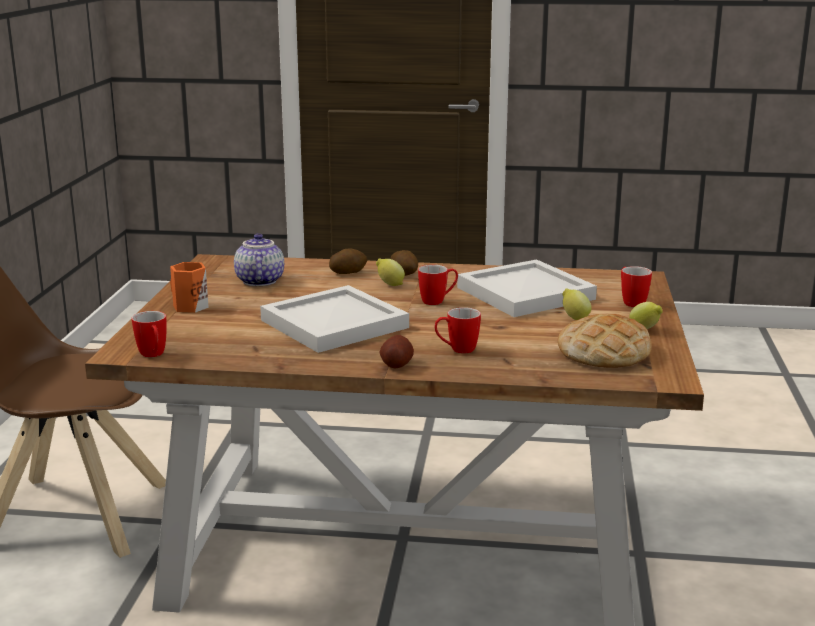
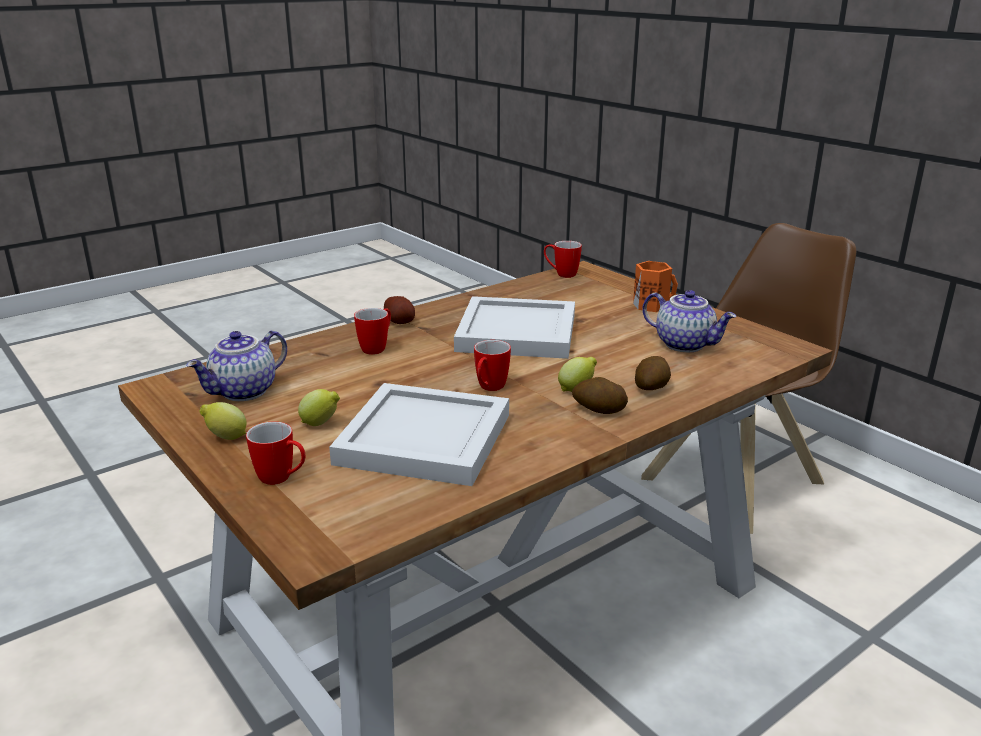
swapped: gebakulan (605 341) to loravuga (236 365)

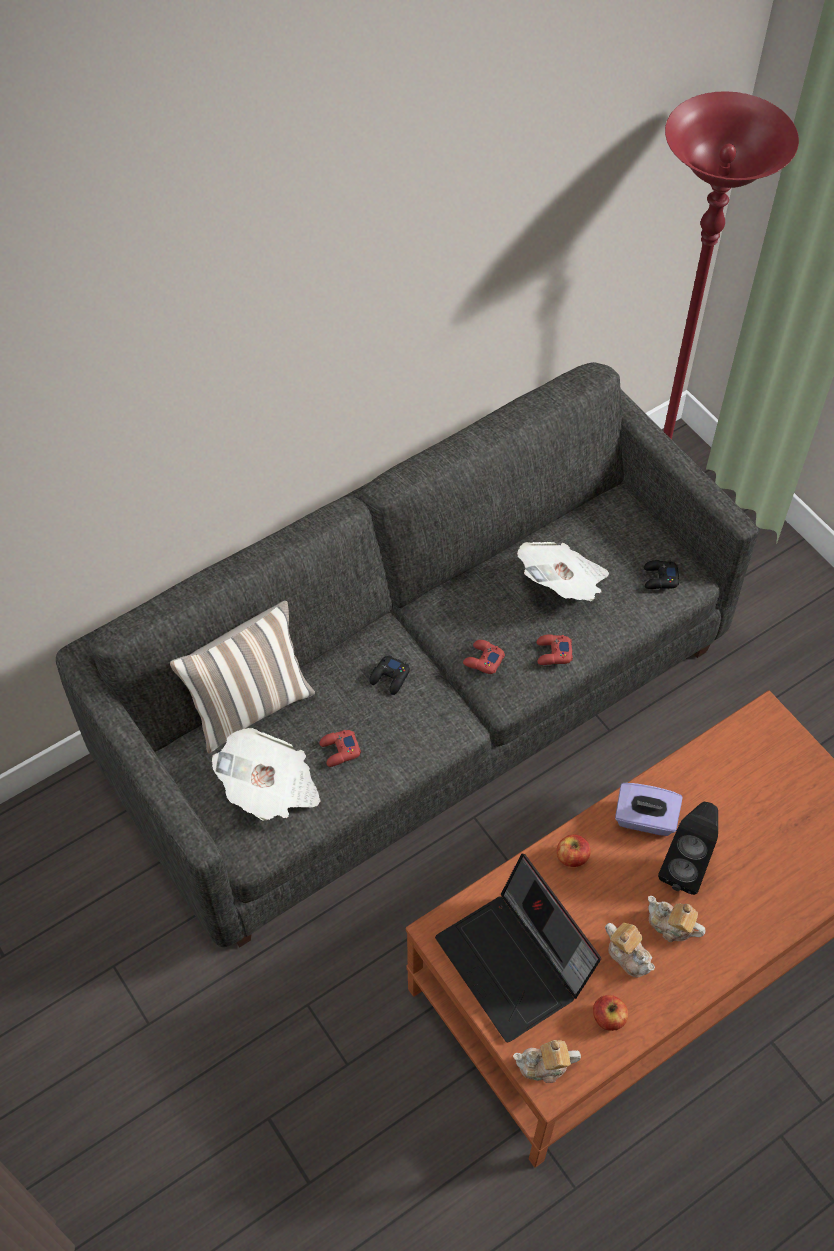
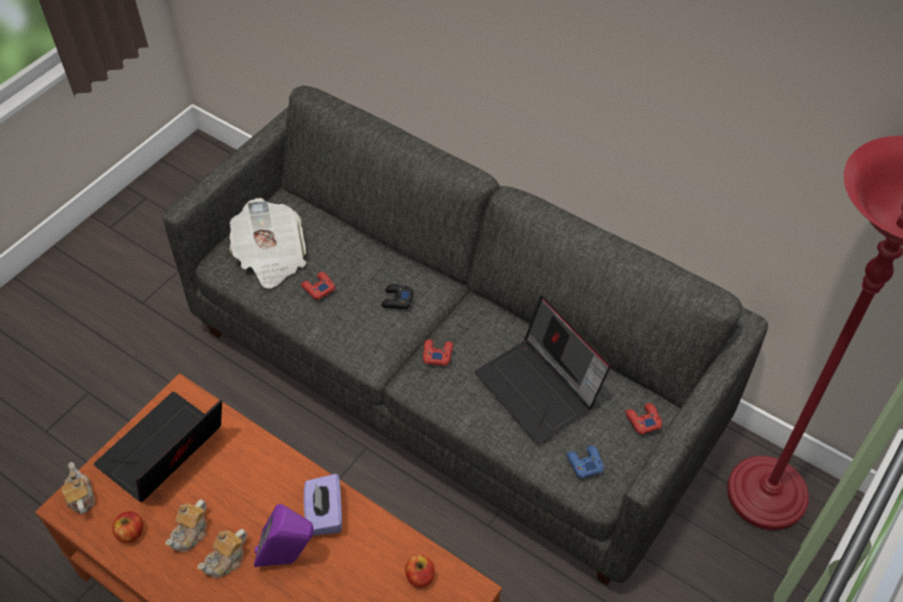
gone: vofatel (242 677)
shifted: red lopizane (555 649) to (643 419); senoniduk (574 850) to (420 571)
swapped: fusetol (563 571) to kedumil (542 370)
repainted: black lopizane (661 574) to blue lopizane (585 462); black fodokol (688 848) to purple fodokol (284 535)
rotated: loravuga (676 919) = (222 554) 150 degrees counterclockwise

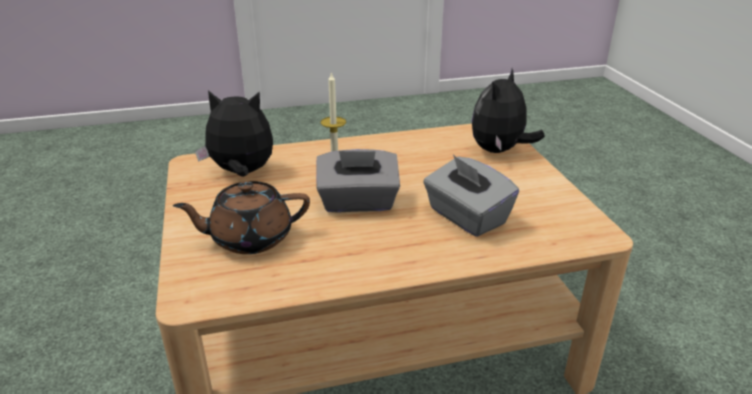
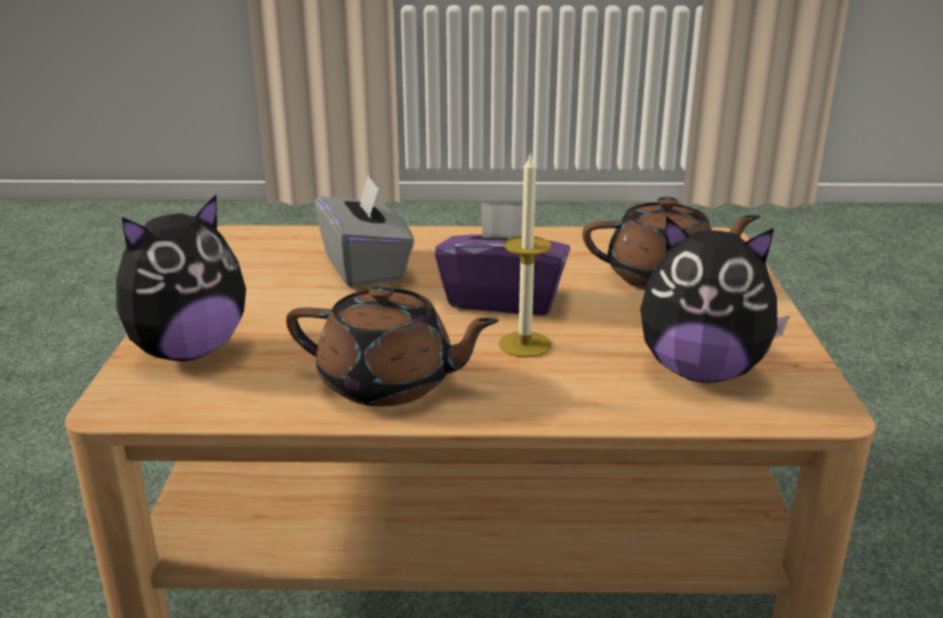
new: brown loravuga (392 345)
repainted: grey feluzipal (358 181) to purple feluzipal (502 259)

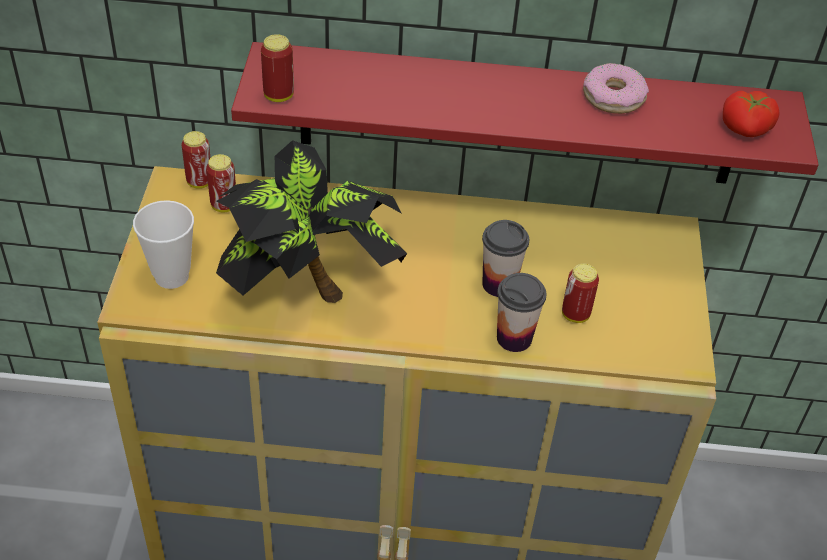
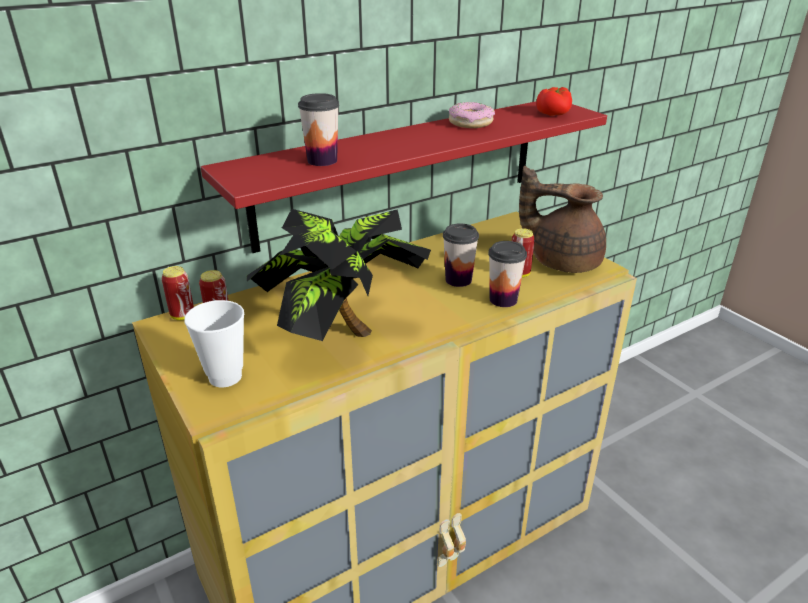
gone: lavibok (277 68)
new: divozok (318 129); brown loravuga (562 219)

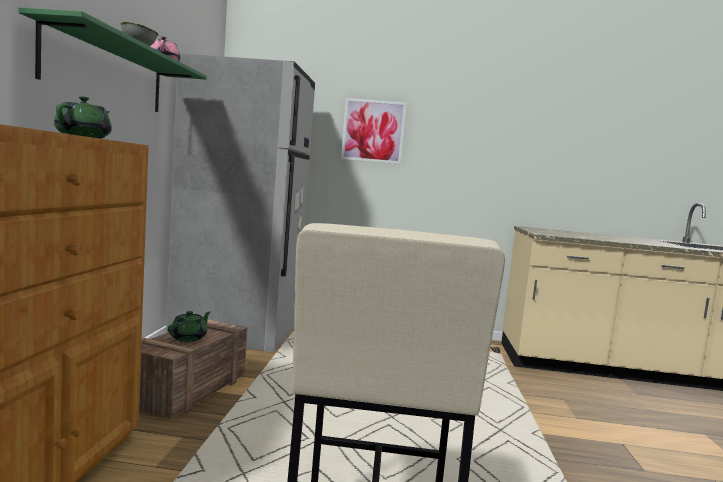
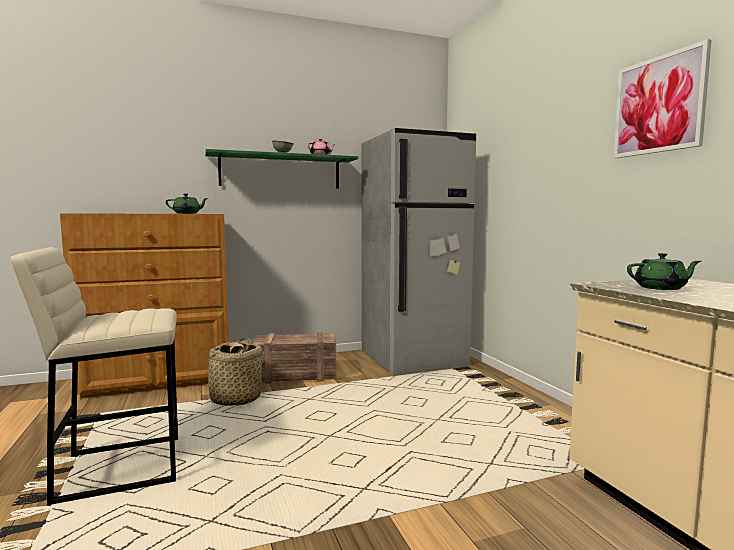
new: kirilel (230 372)
shifted: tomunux (374 131) to (662 98); green loravuga (189 326) to (664 271)

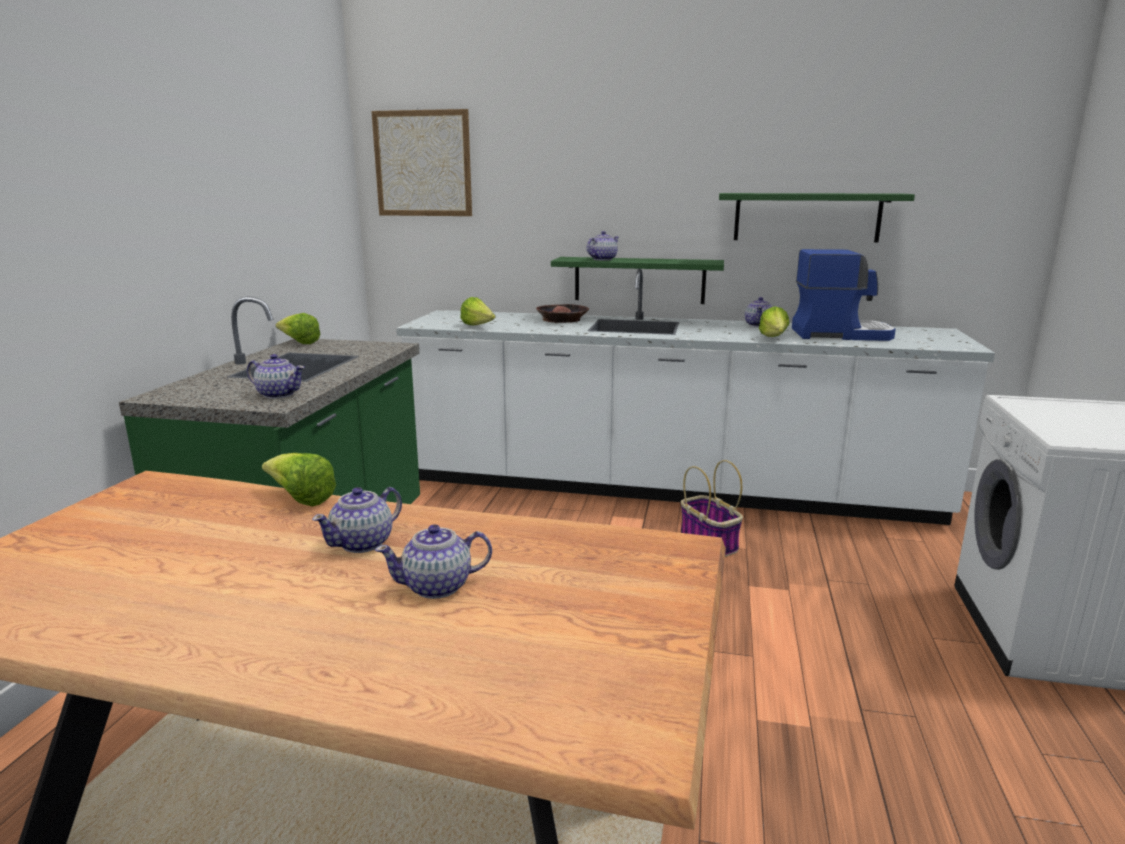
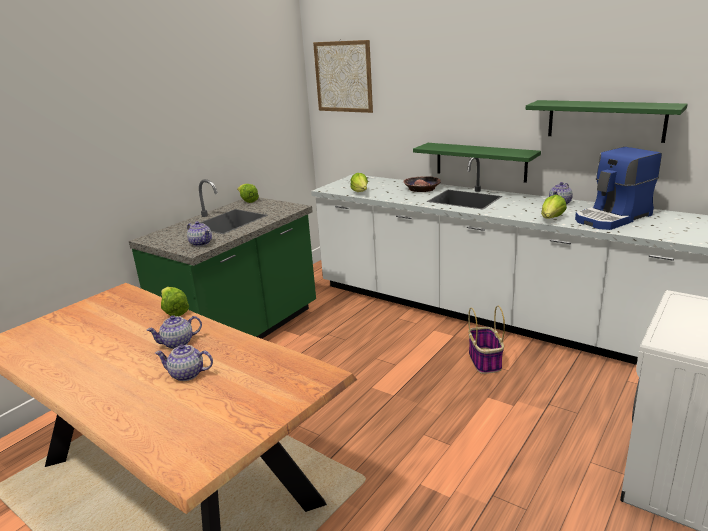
gone: loravuga (603 246)
rotated: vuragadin (844 295) = (618 188) 120 degrees clockwise

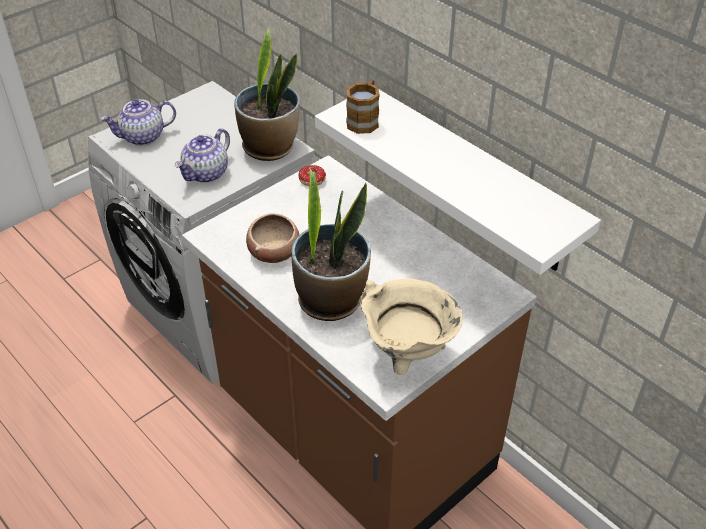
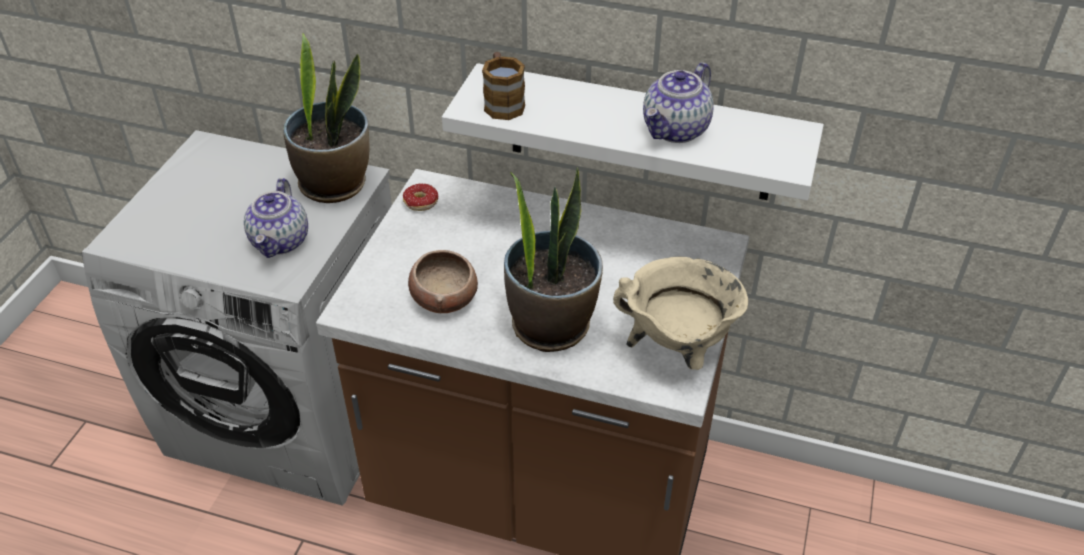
shifted: loravuga (138 122) to (678 102)

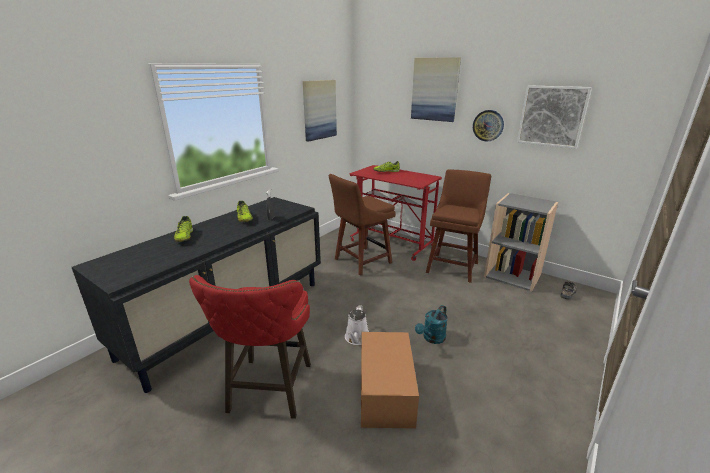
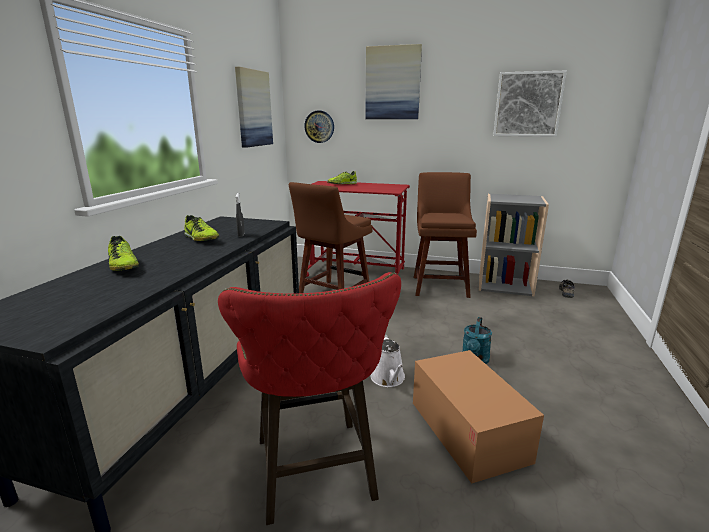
shifted: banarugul (488 126) to (319 126)

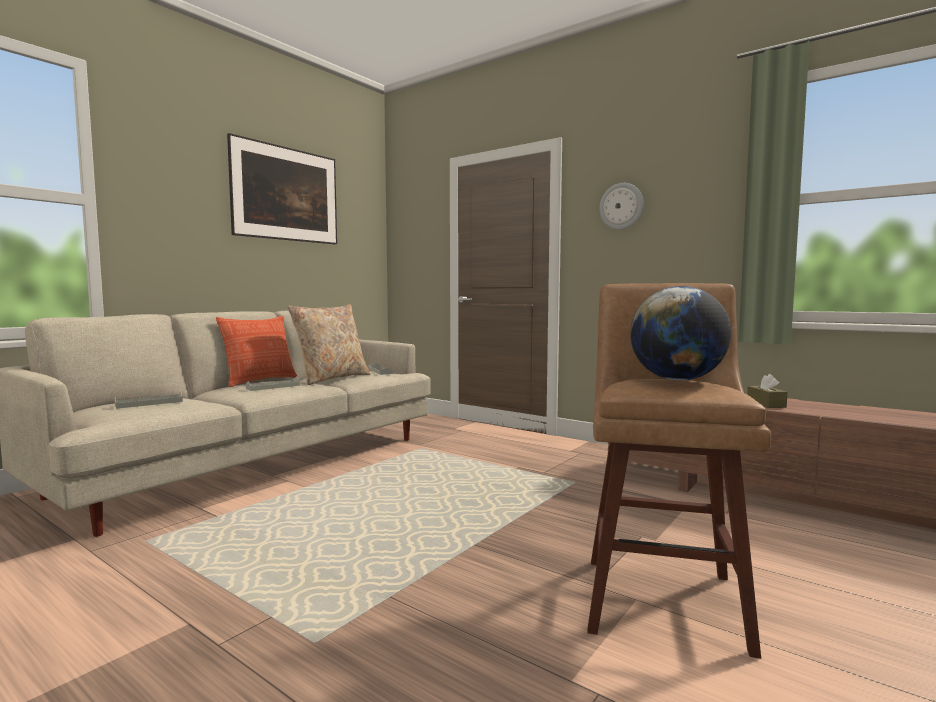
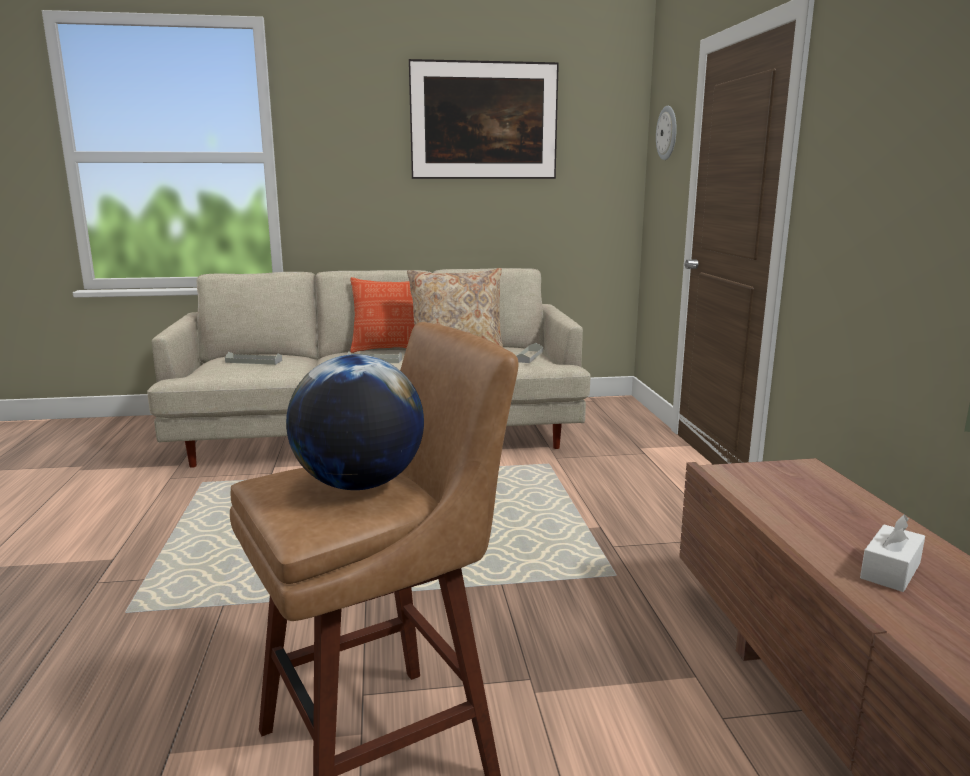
shifted: banarugul (621 206) to (666 133)
repainted: brown feluzipal (767 391) to white feluzipal (892 553)

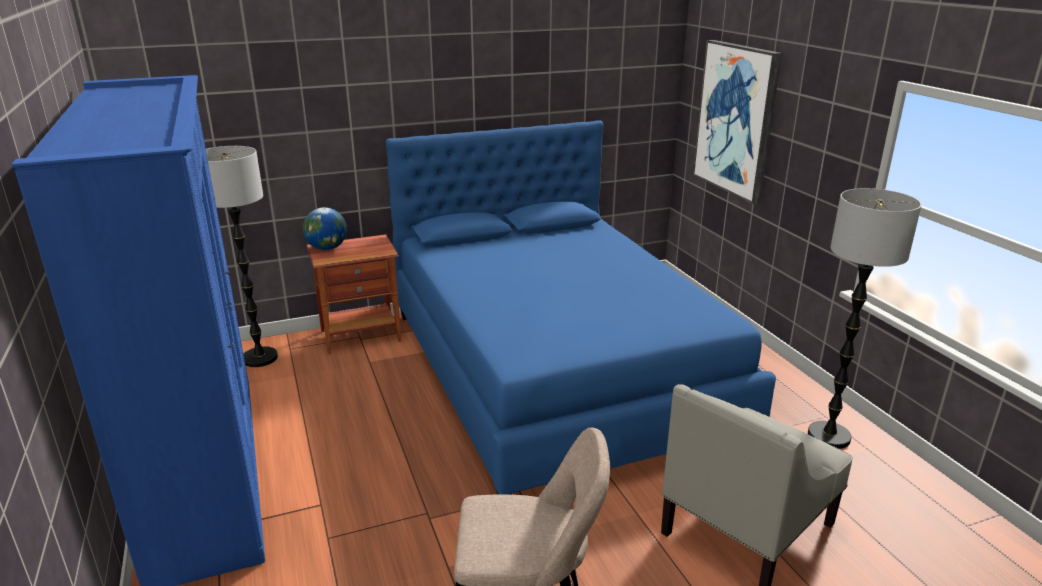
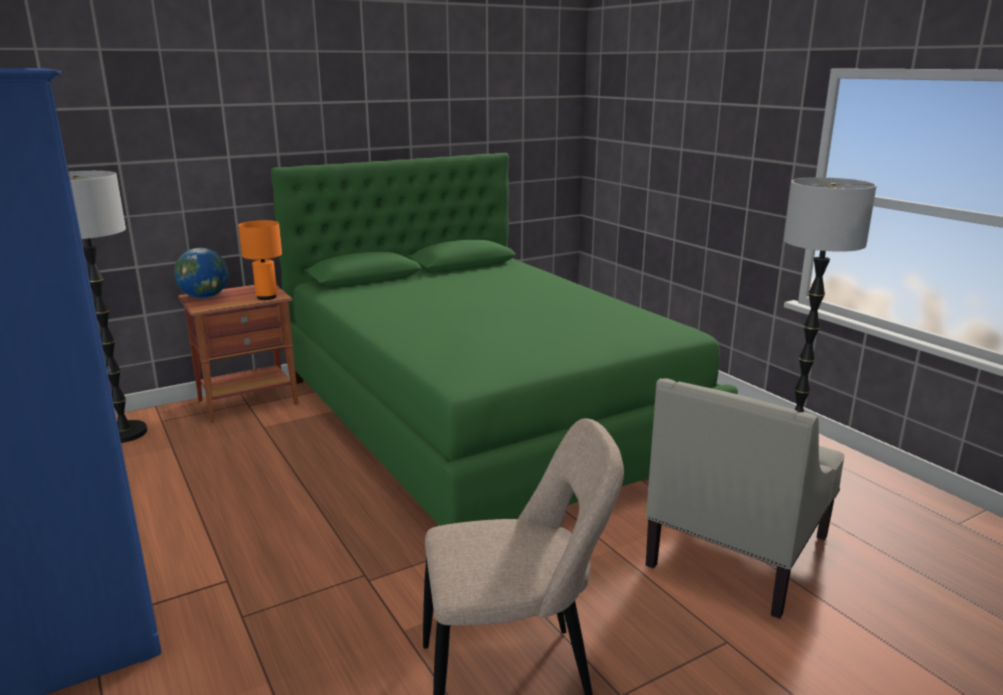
gone: tomunux (737 122)
new: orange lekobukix (260 260)
repainted: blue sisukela (581 307) to green sisukela (504 339)

